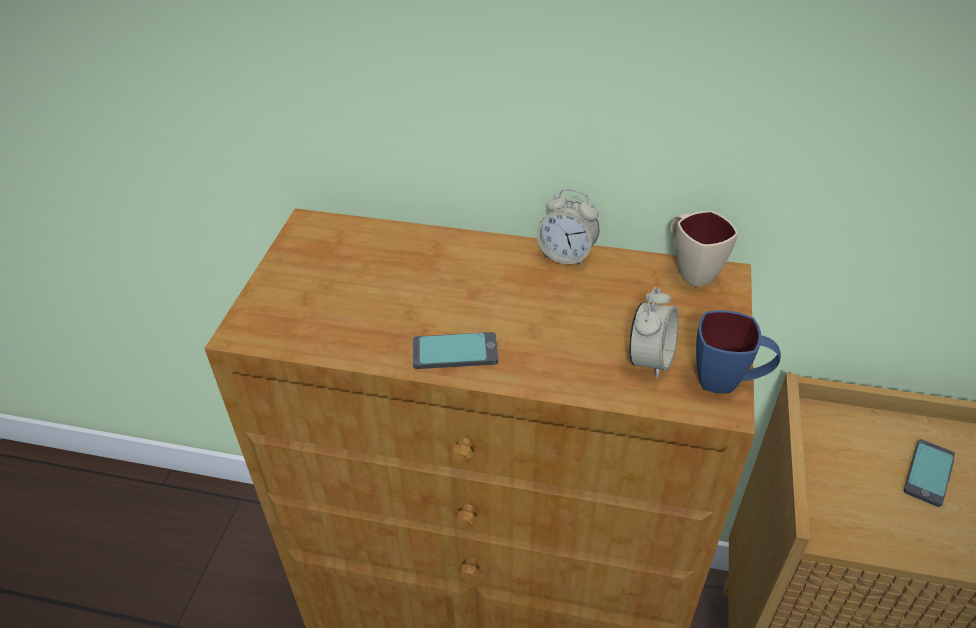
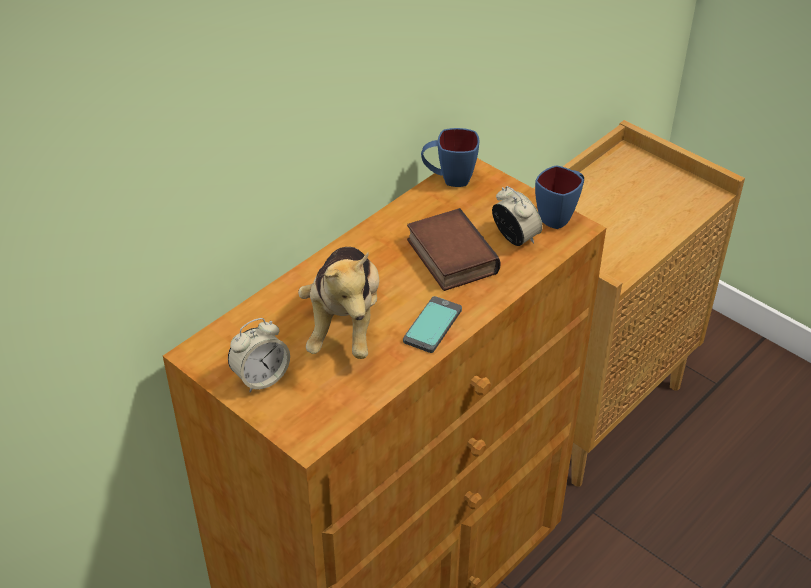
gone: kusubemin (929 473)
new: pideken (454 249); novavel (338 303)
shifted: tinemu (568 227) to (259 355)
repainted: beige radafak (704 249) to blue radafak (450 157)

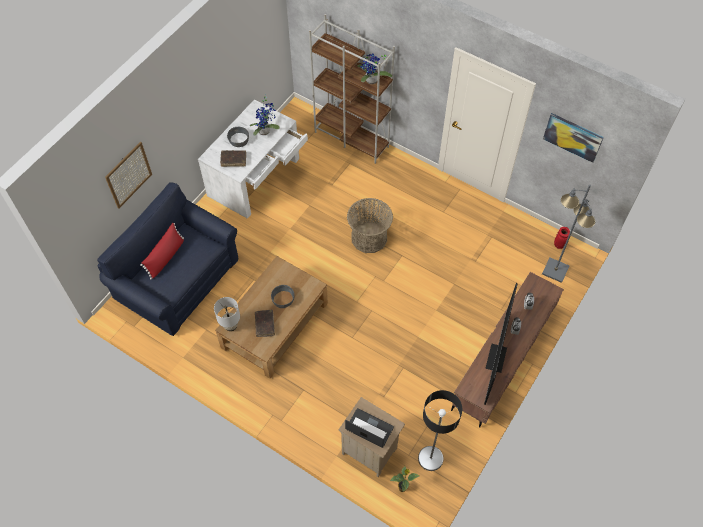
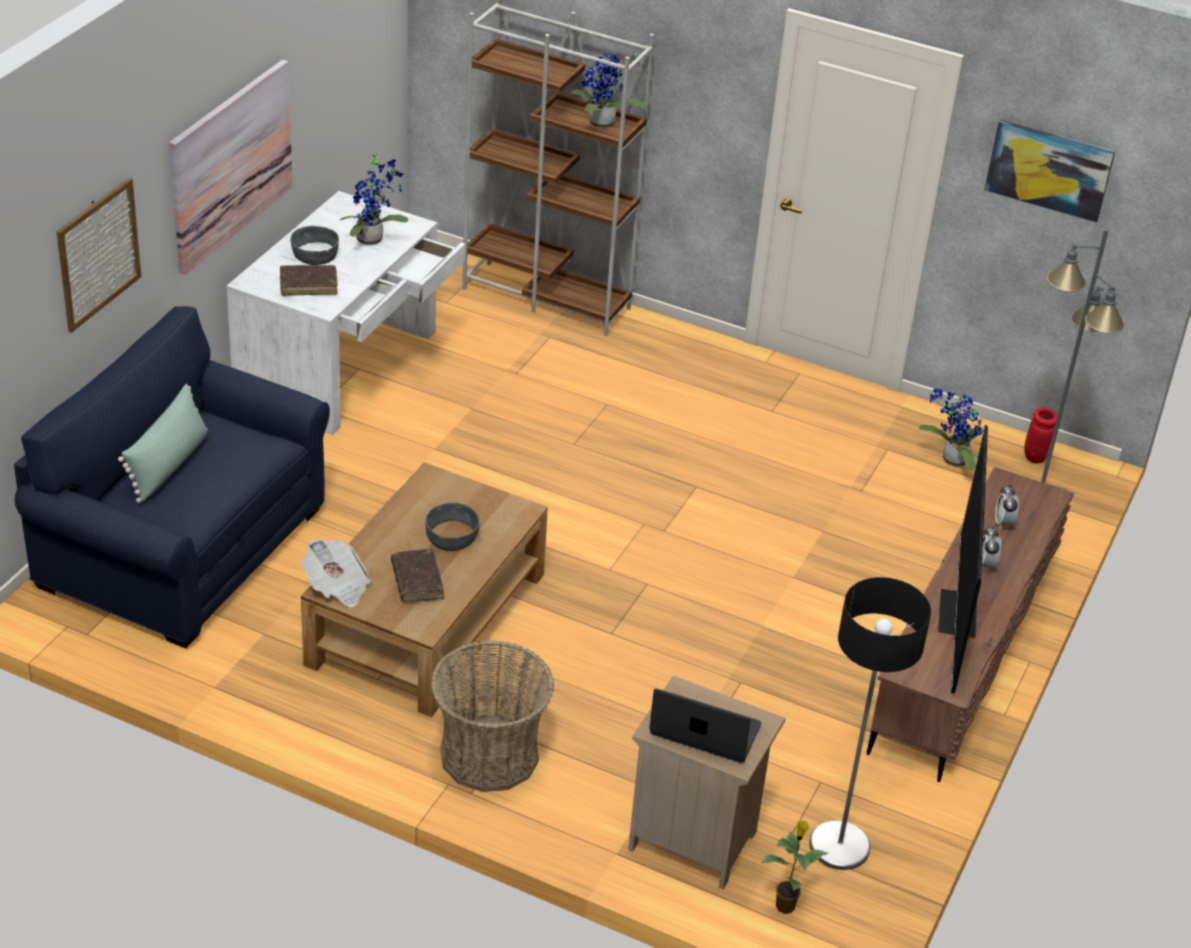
new: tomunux (231 167); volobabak (951 429)
shifted: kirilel (370 225) to (492 716)
swapped: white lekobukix (227 314) to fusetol (336 573)
repainted: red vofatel (162 251) to green vofatel (163 443)

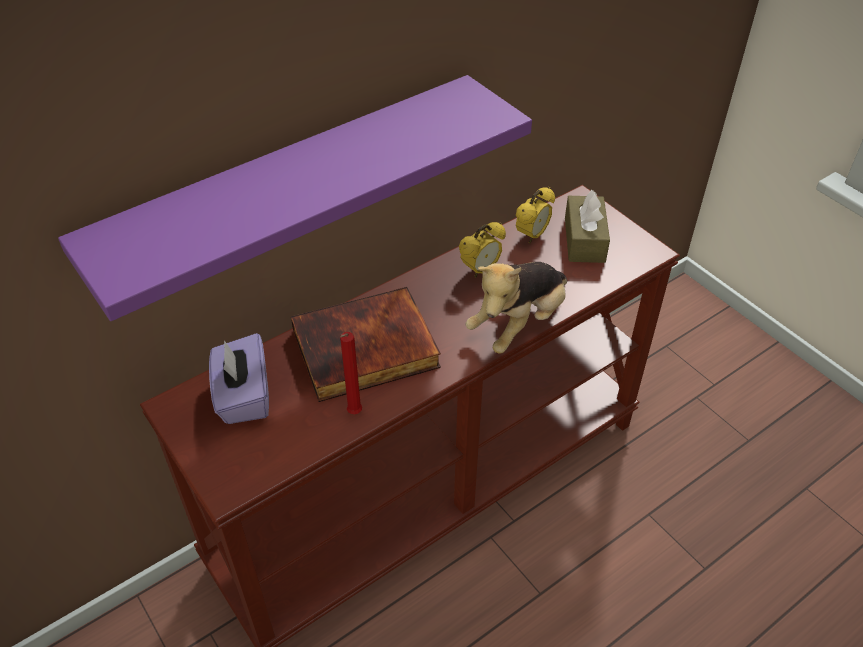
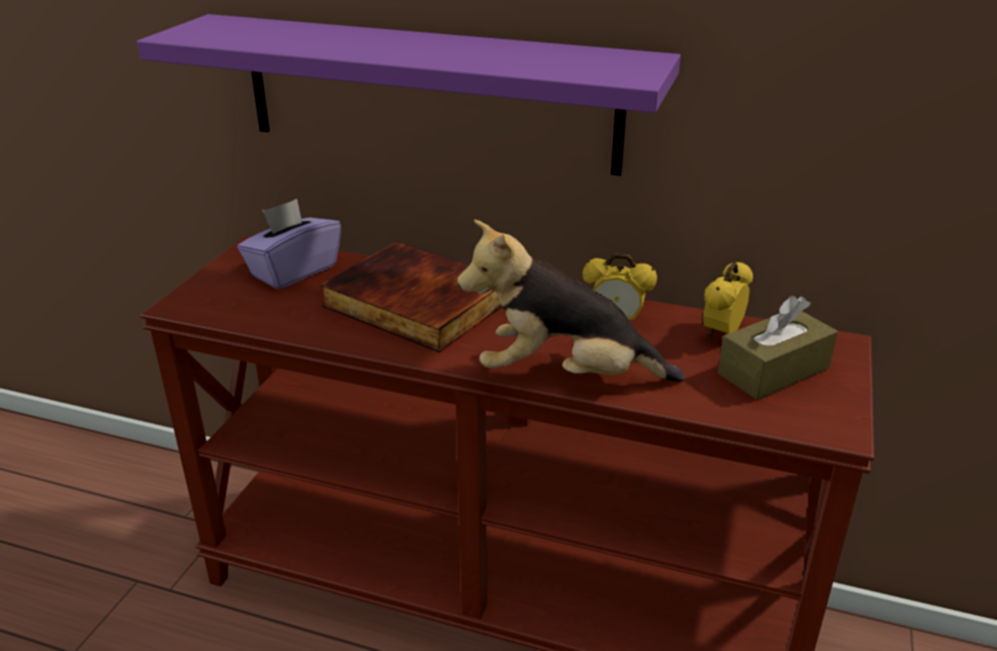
gone: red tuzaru (351 373)
rotated: tinemu (535 215) = (728 300) 120 degrees clockwise

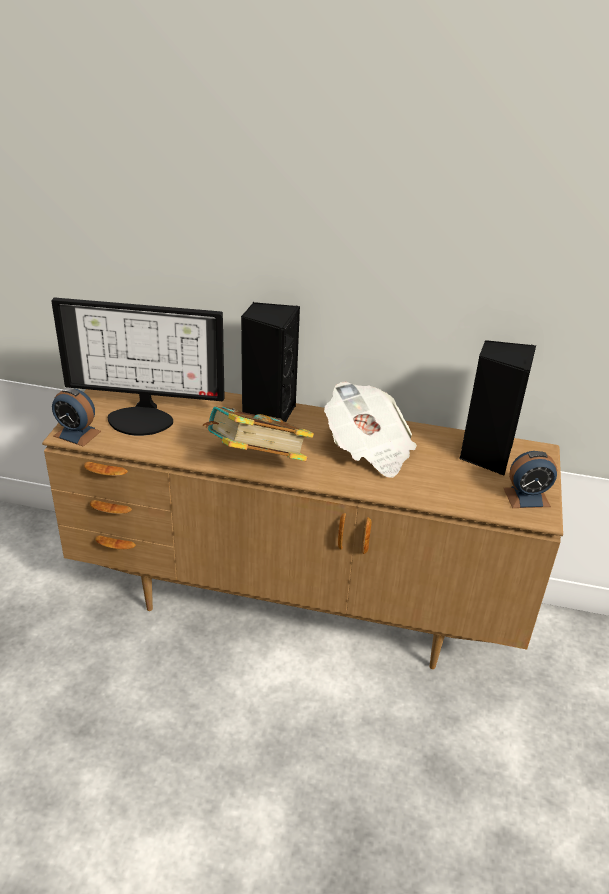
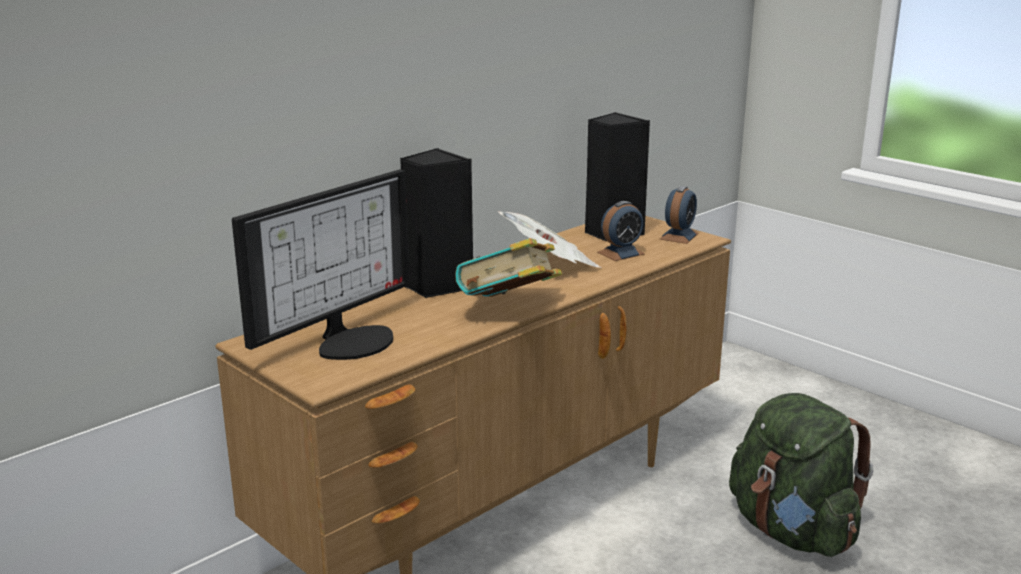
new: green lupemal (801 475)
shifted: tinemu (76 417) to (621 231)

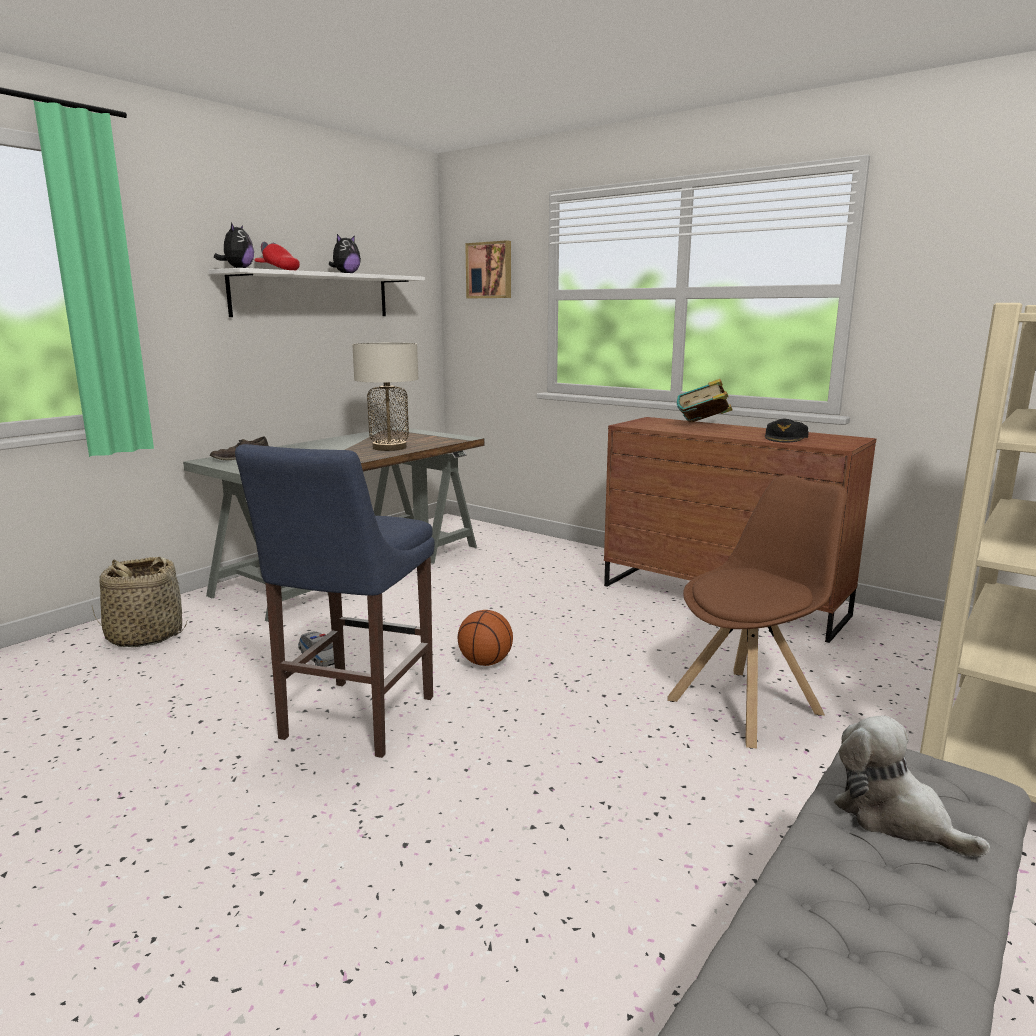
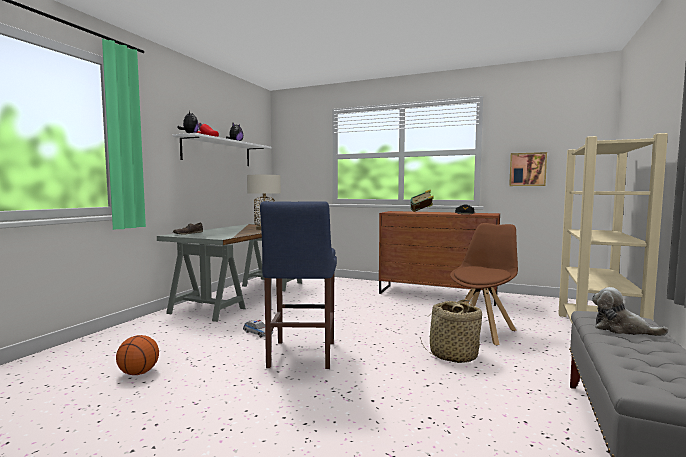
shifted: tomunux (488 269) to (528 169); kirilel (139 602) to (451 331); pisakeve (485 638) to (137 355)

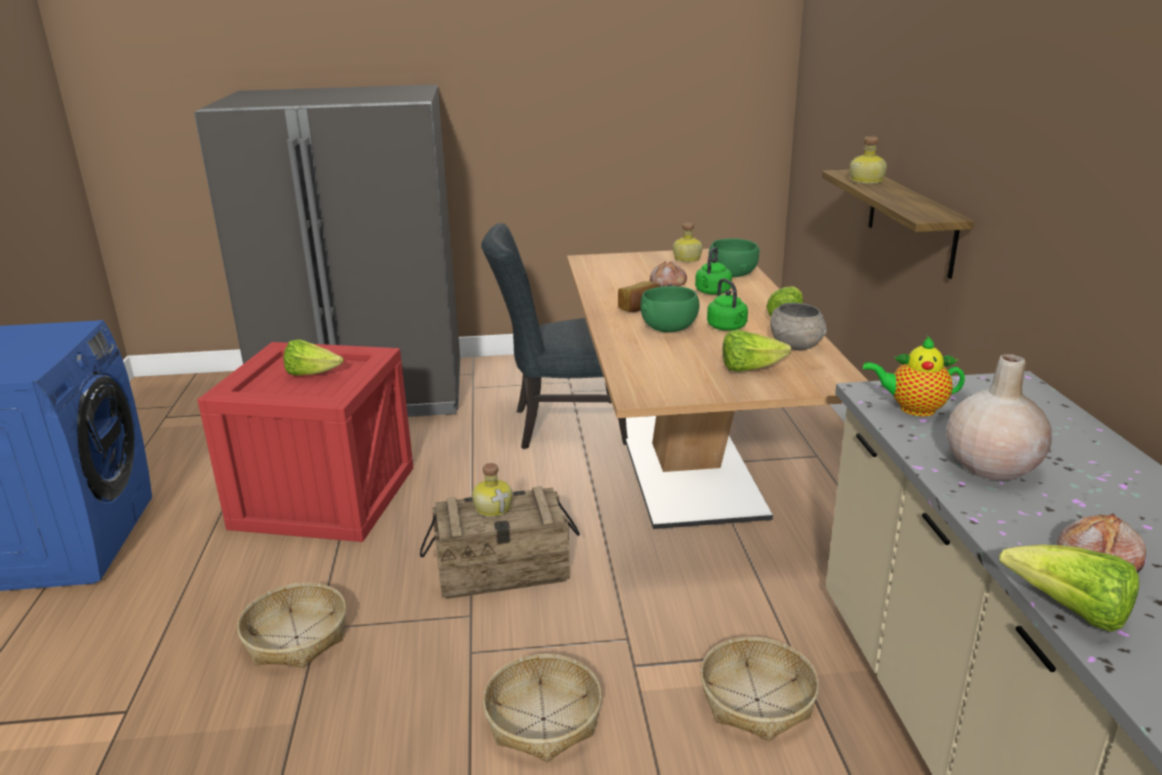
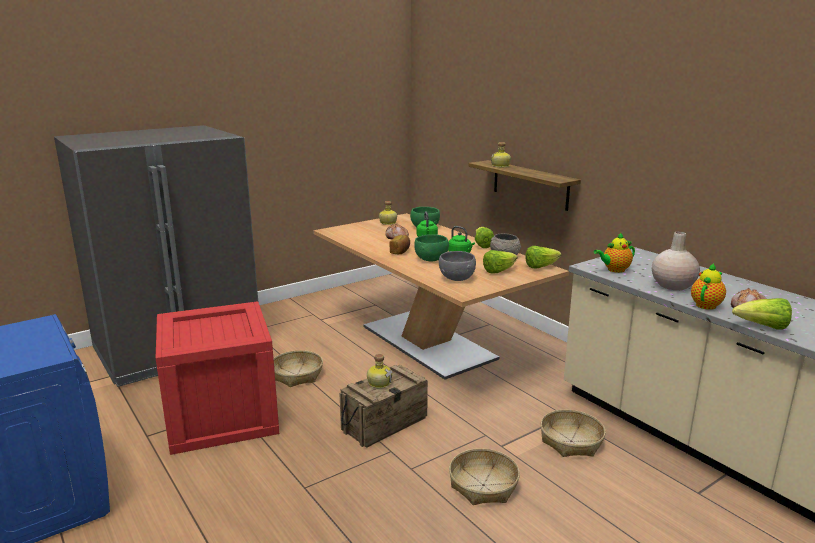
gone: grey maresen (554 336)
new: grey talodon (457 266); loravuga (708 286)
shifted: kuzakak (313 357) to (543 257); kirilel (291 625) to (298 368)

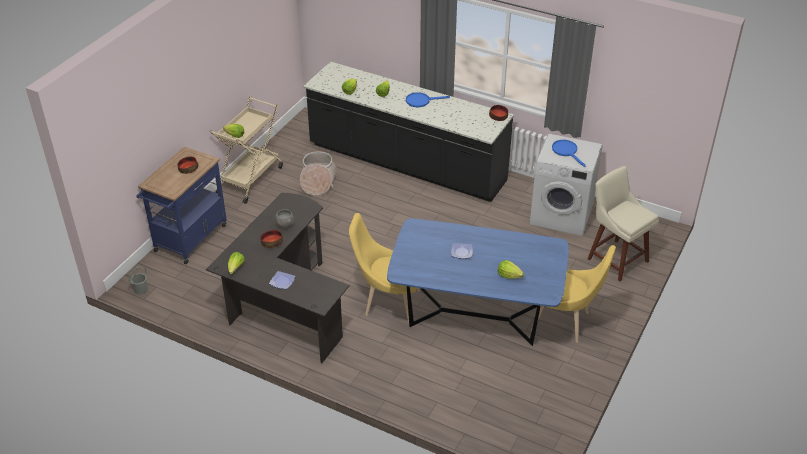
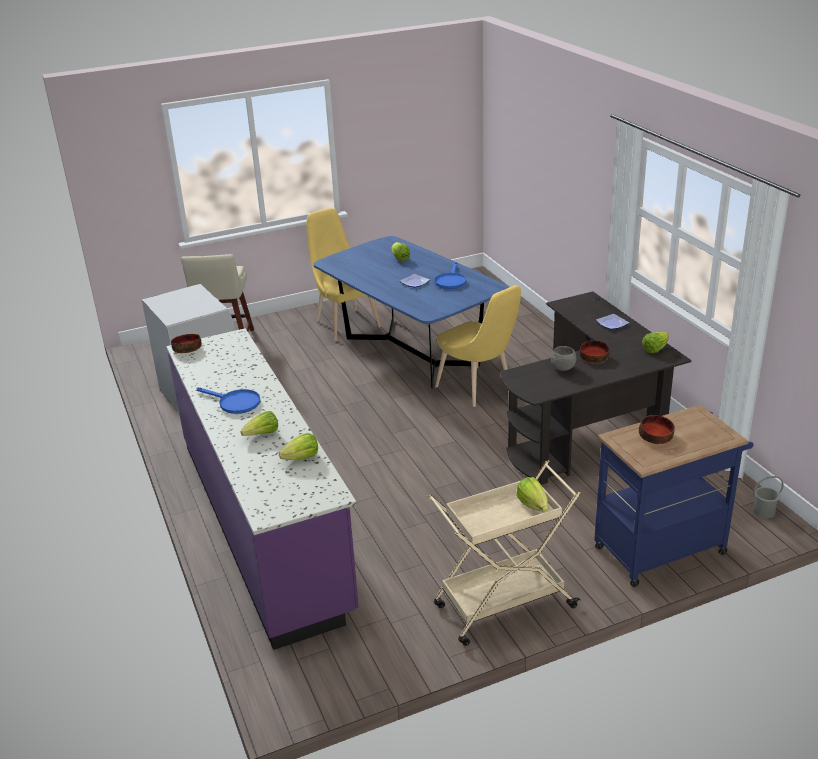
gone: kirilel (318 174)
shifted: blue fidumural (569 153) to (450 275)
repainted: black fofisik (408 132) to purple fofisik (262 489)

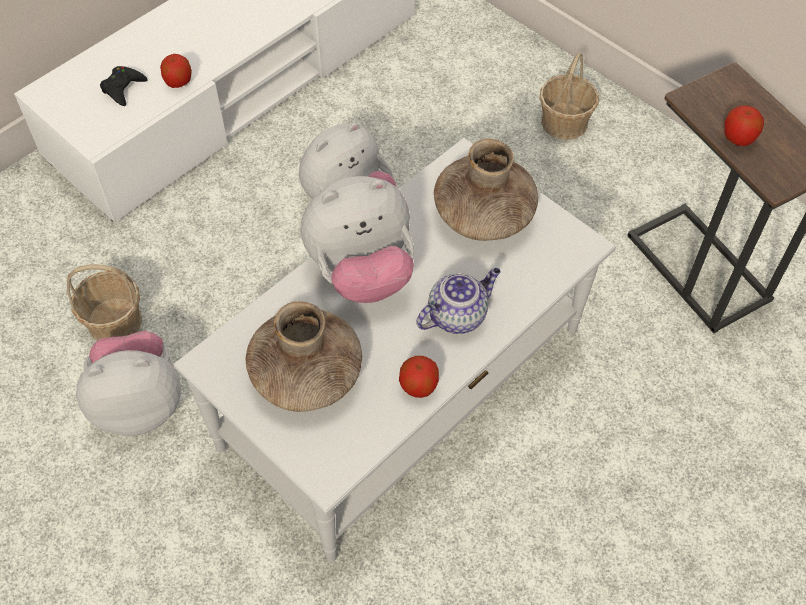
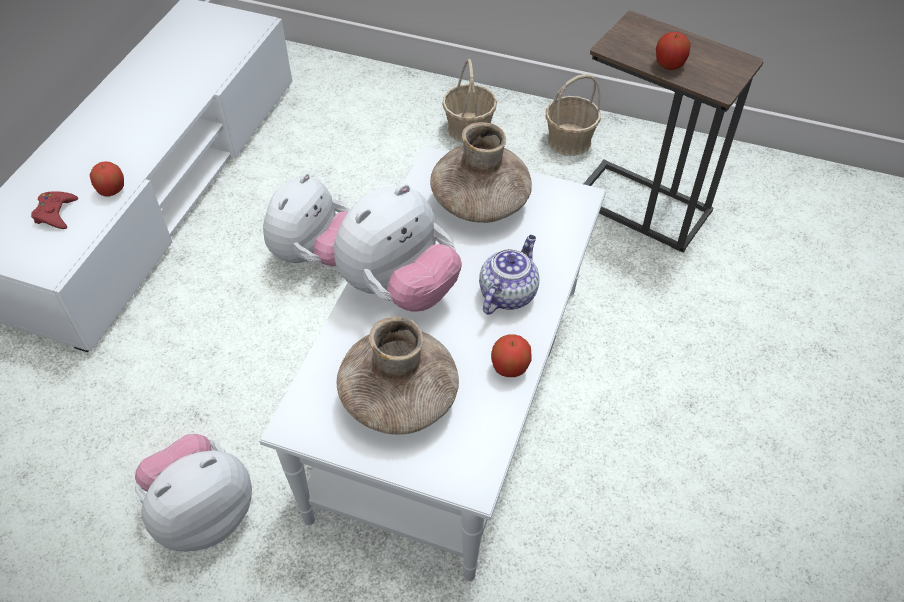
shifted: kirilel (104 302) to (573 115)
repainted: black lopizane (123 86) to red lopizane (54 210)

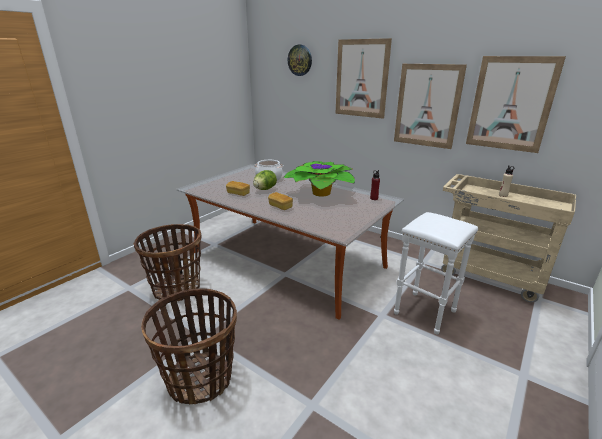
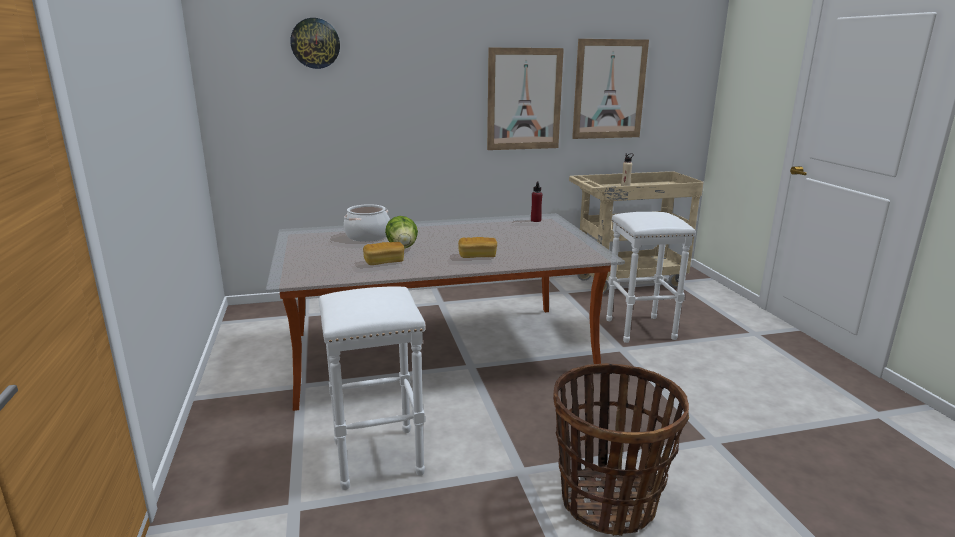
gone: tomunux (364 78); volobabak (319 179)
swapped: kirilel (167 262) to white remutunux (372 388)

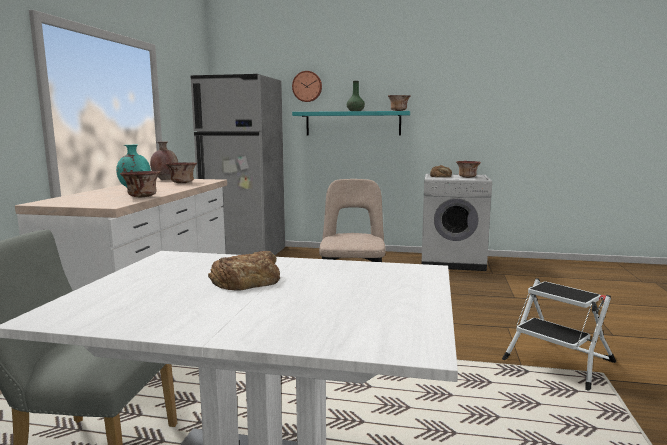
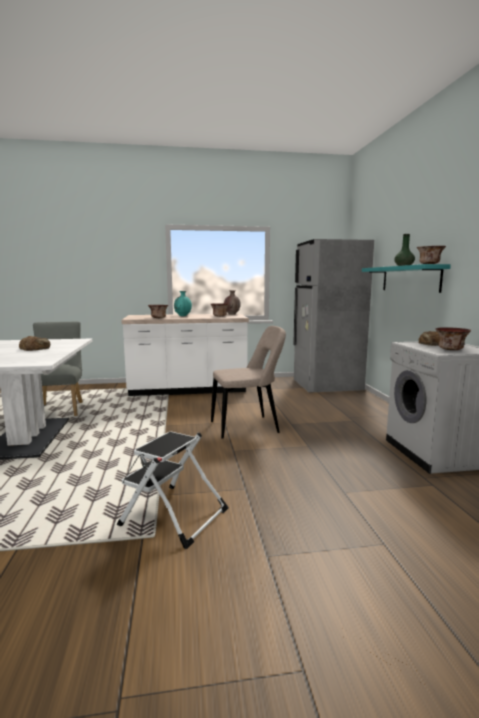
gone: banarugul (307 86)

